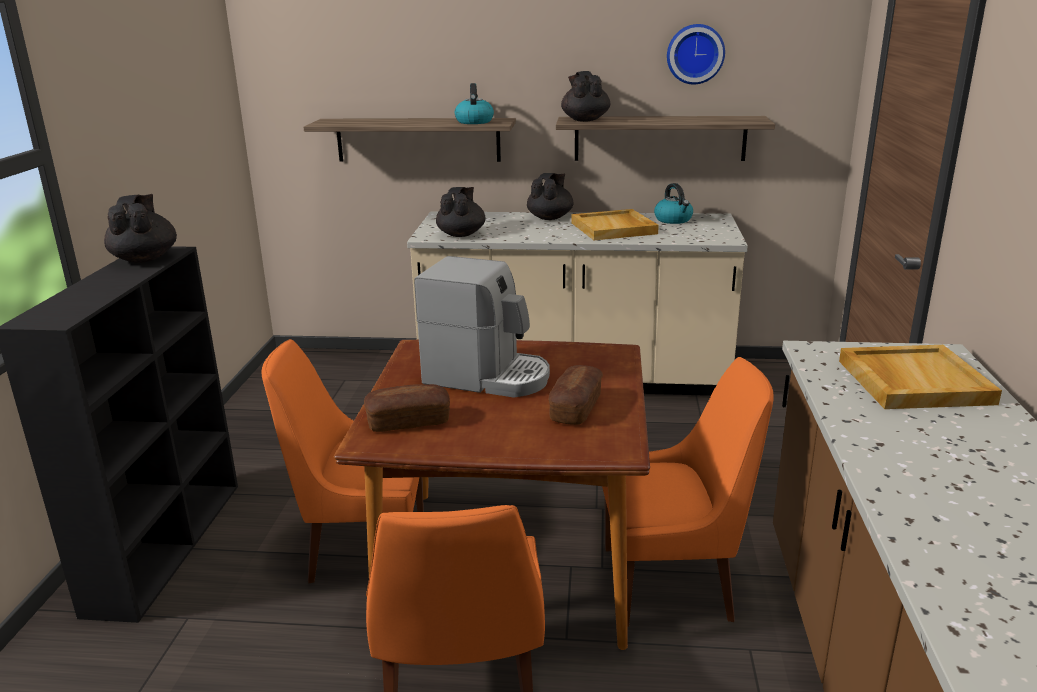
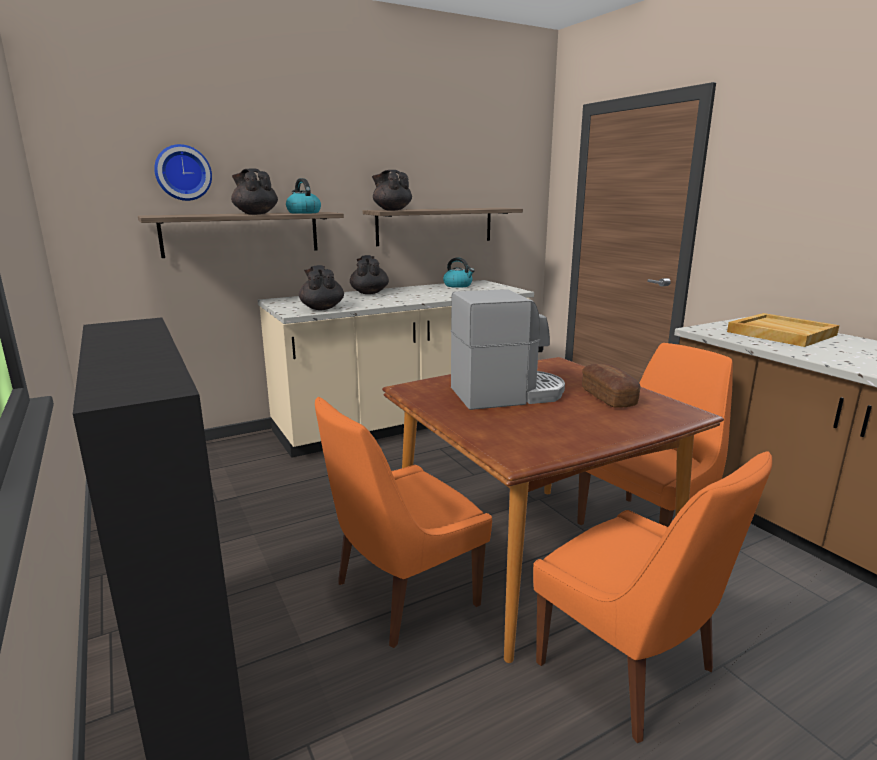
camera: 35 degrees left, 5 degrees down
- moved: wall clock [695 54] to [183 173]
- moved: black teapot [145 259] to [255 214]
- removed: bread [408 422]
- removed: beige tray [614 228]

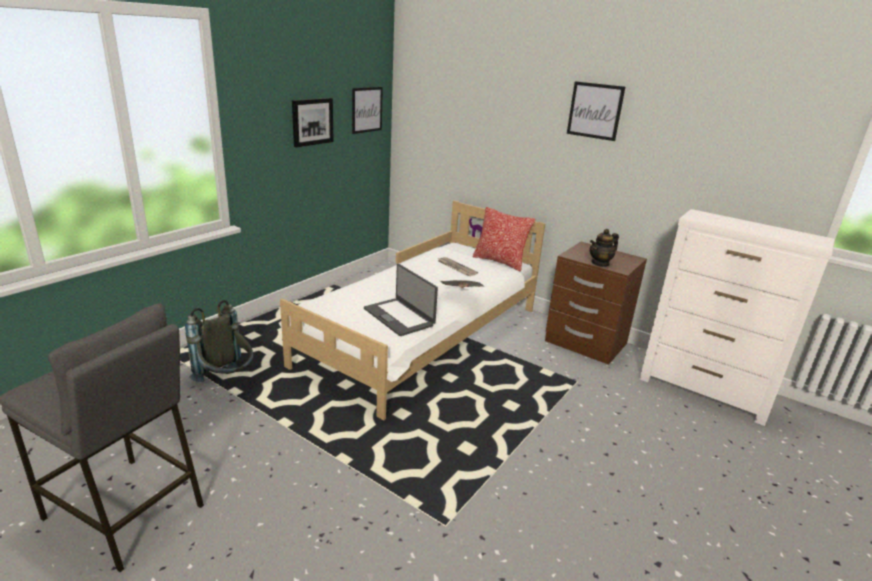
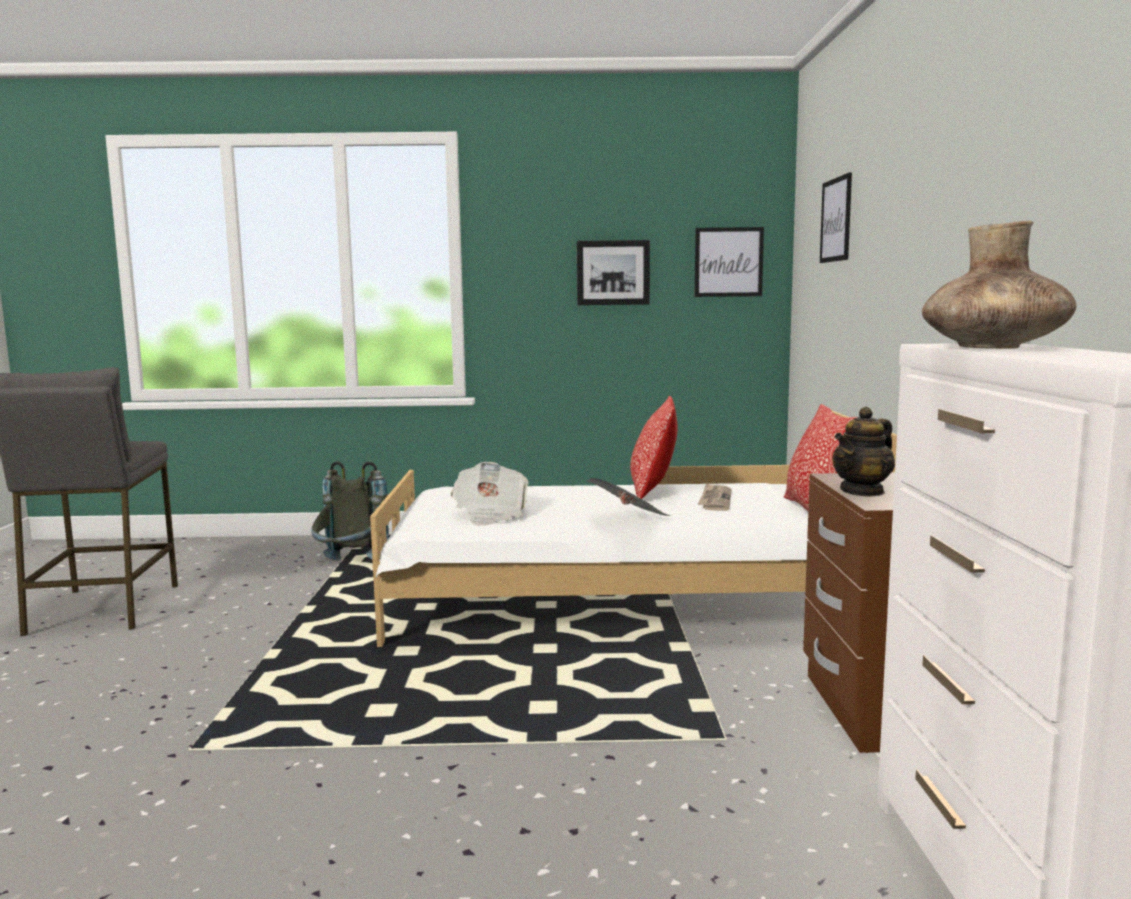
camera: 55 degrees right, 15 degrees down
- replaced: laptop [399 317] to newspaper [490 515]
- added: pillow [653 492]
- moved: picture [595 111] to [836 220]
- turned: teapot [600 263] = [862 491] 60 degrees counterclockwise
- added: brown vase [993 348]

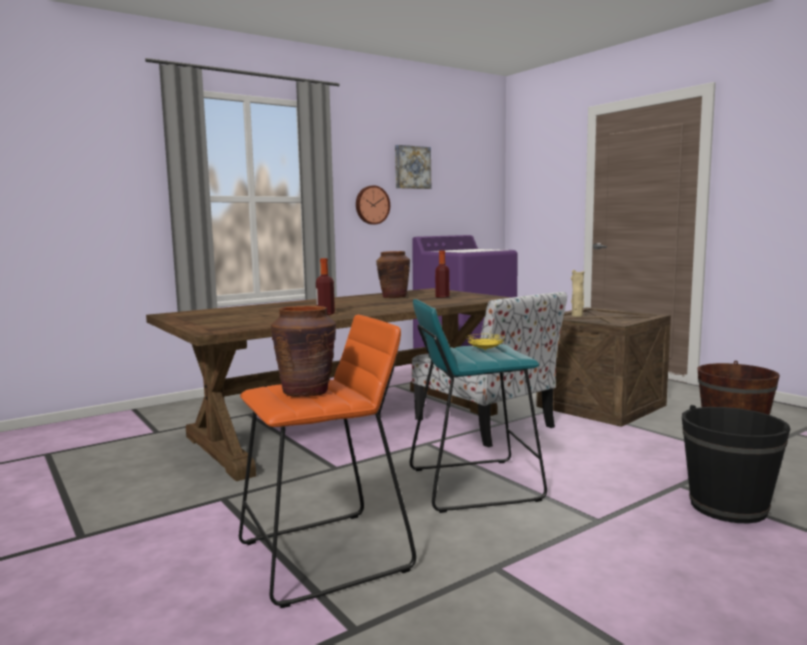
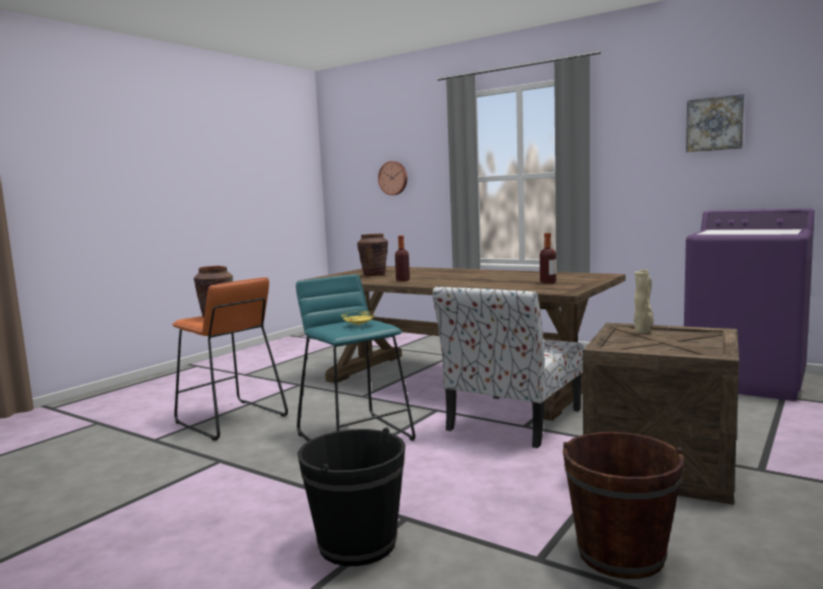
camera: 70 degrees right, 0 degrees up
- moved: brown vase [394 297] to [374 275]
- moved: wall clock [371 205] to [393 178]

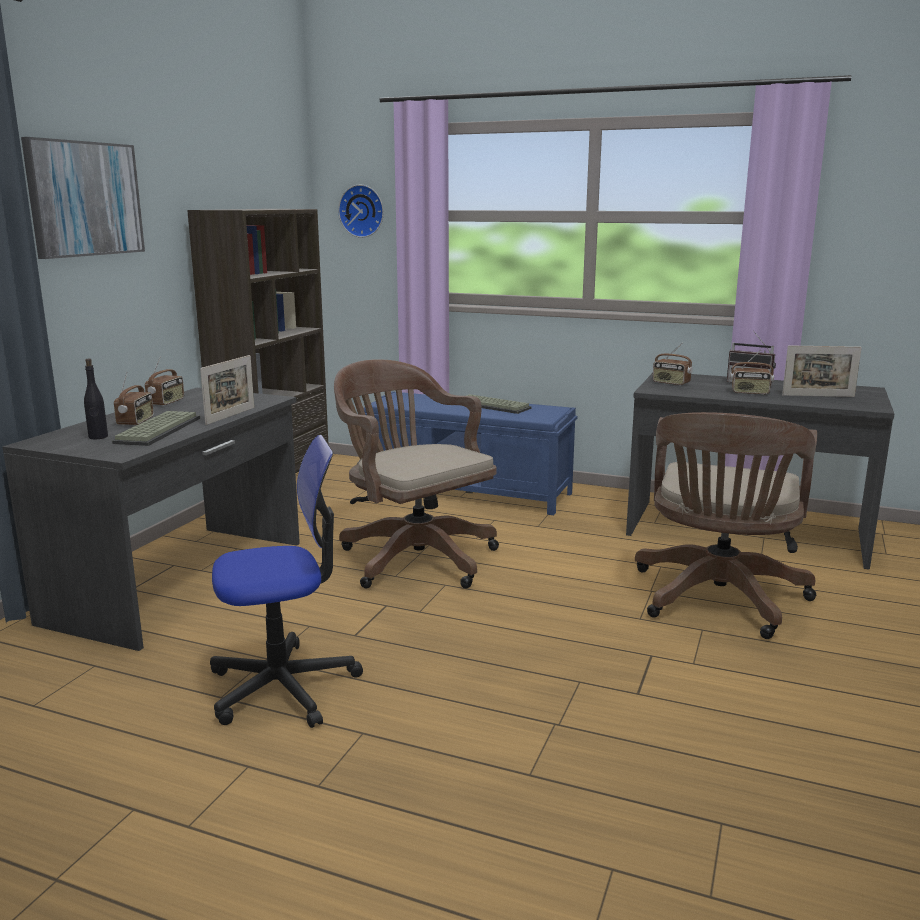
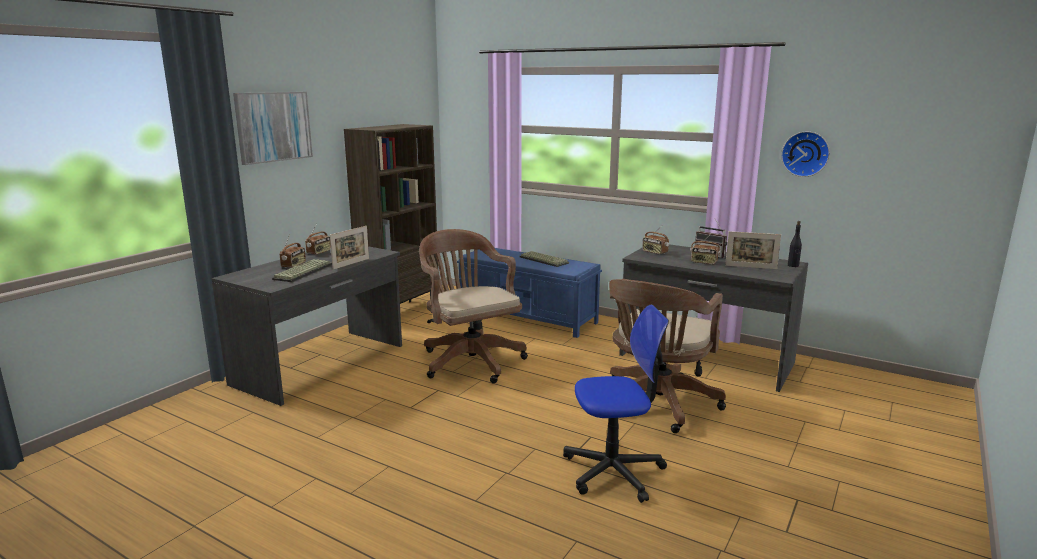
camera: 10 degrees right, 0 degrees up
- moved: office chair [283 687] to [613 471]
- moved: wall clock [362 211] to [805 153]
- moved: black bottle [98 437] to [793 265]

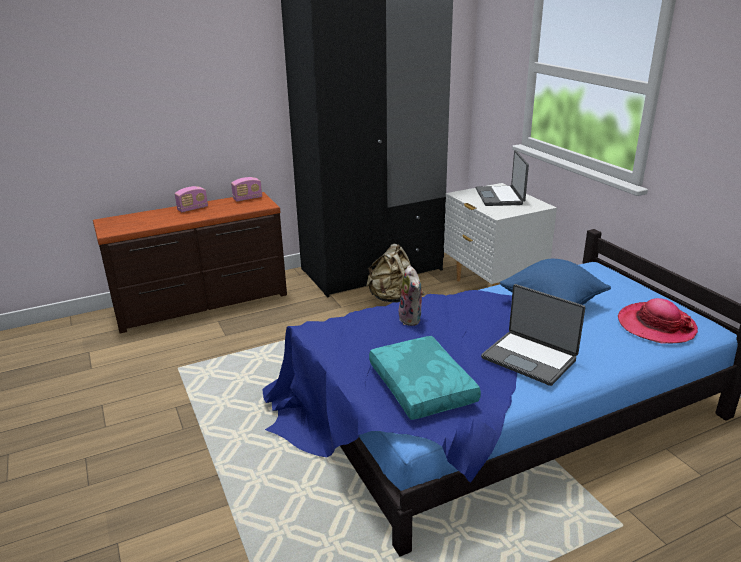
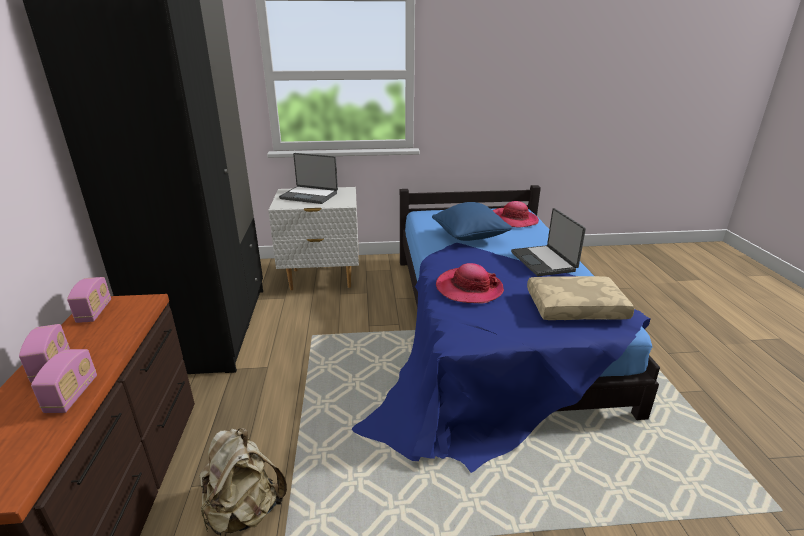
camera: 70 degrees left, 0 degrees up
- added: radio [72 395]
- moved: beige backpack [391 298] to [244 511]
- replaced: plush toy [412 319] to hat [469 288]
- turned: laptop [530 358] = [544 261] 105 degrees clockwise
- recoloured: turquoise pillow [423 387] to beige pillow [575 307]

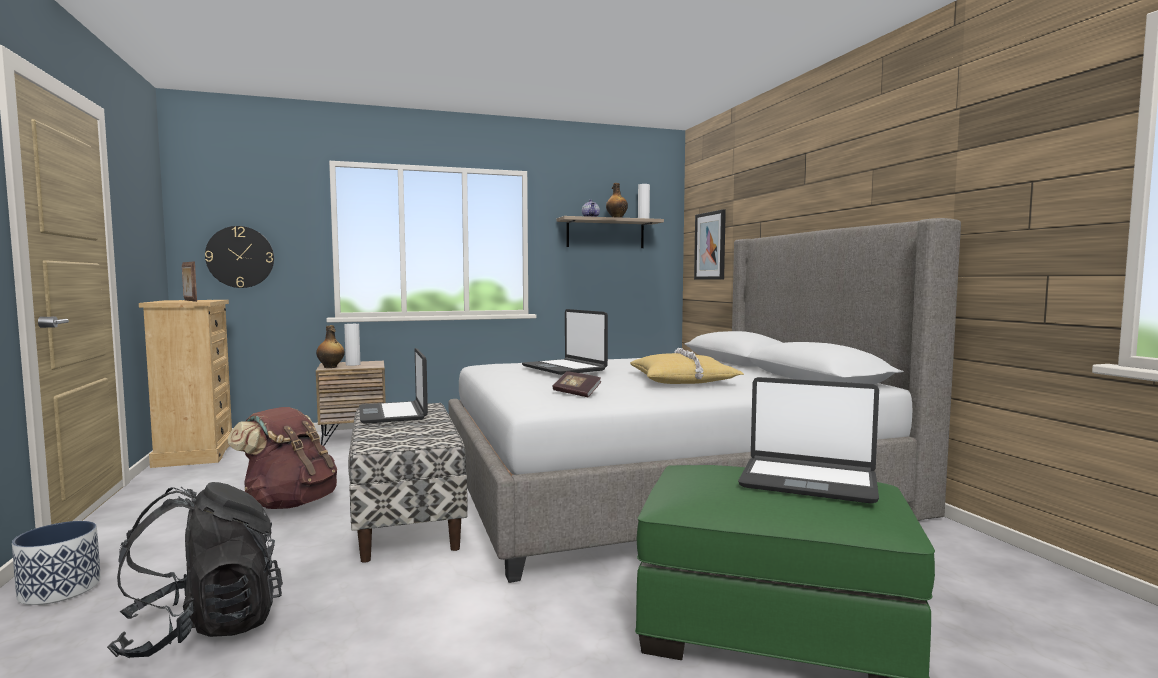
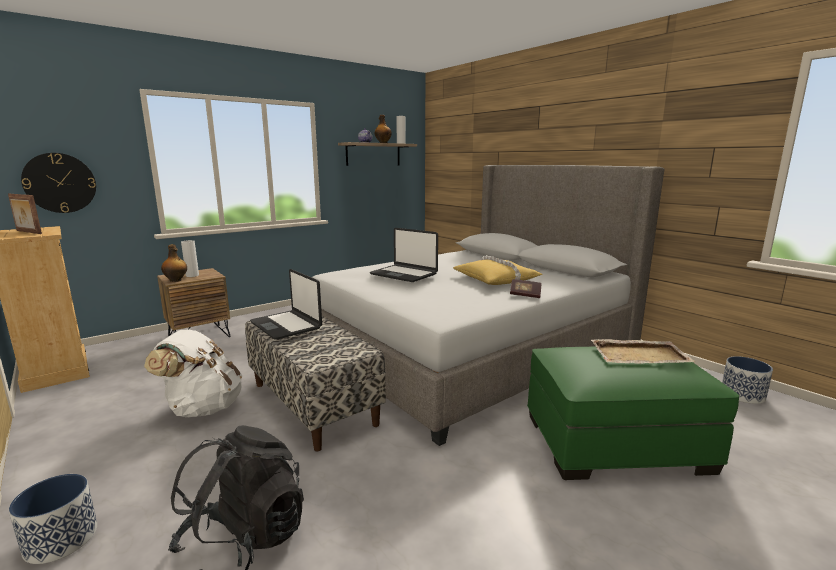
camera: 20 degrees left, 10 degrees up
- recoloured: brown backpack [290 503] to white backpack [203 408]
- moved: book [576 393] to [525 295]
- replaced: laptop [808 481] to beige tray [640 355]
- added: planter [743 395]
- removed: picture [710 246]

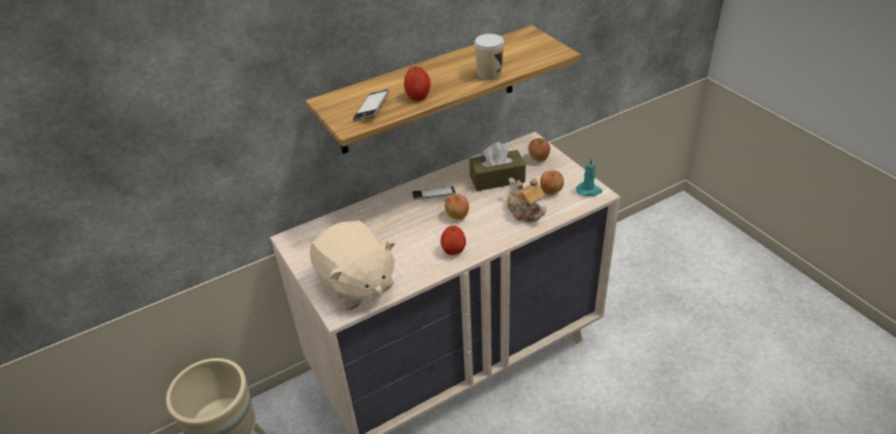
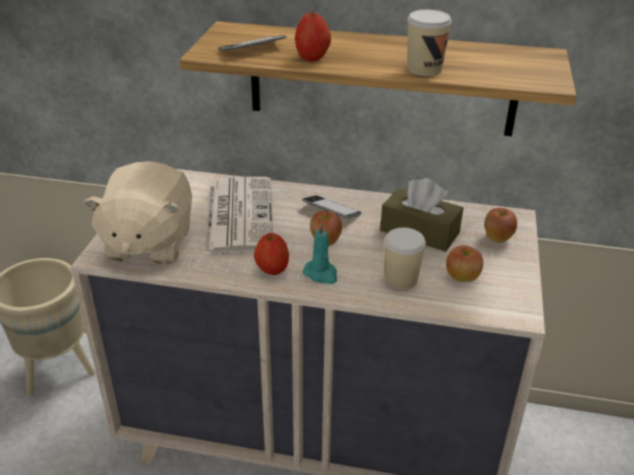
camera: 40 degrees right, 5 degrees down
- added: newspaper [238 215]
- moved: turquoise candle [589 191] to [321 274]
- replaced: teapot [524 212] to cup [401 279]

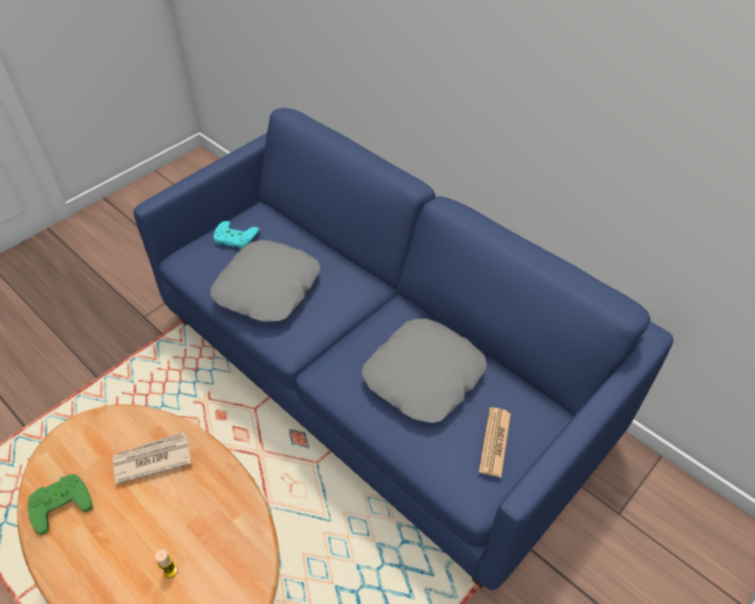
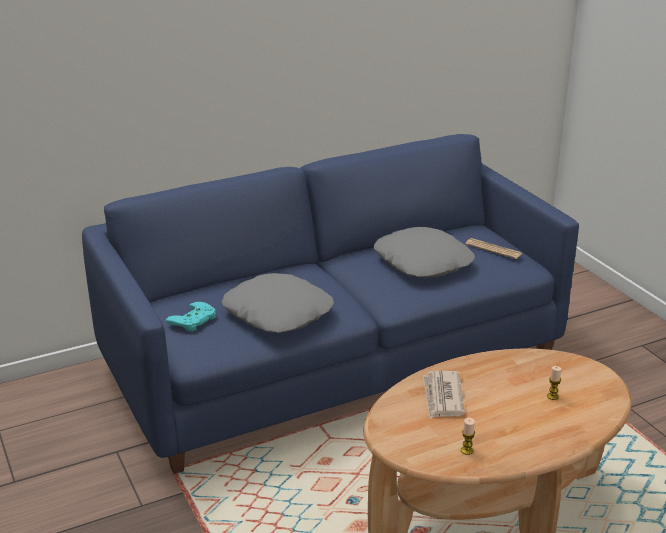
camera: 70 degrees left, 20 degrees down
- replaced: green game controller [60 501] to candle [467 450]

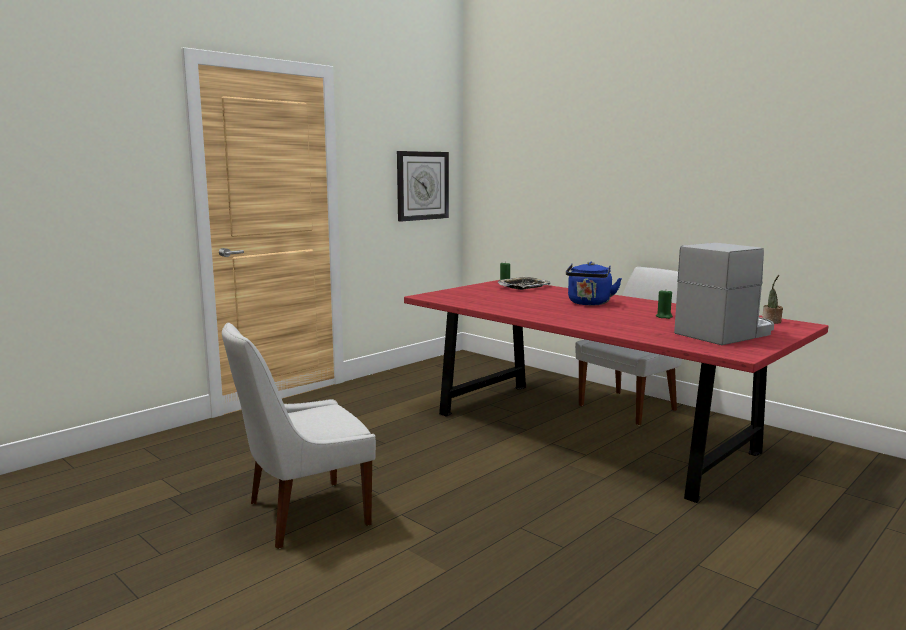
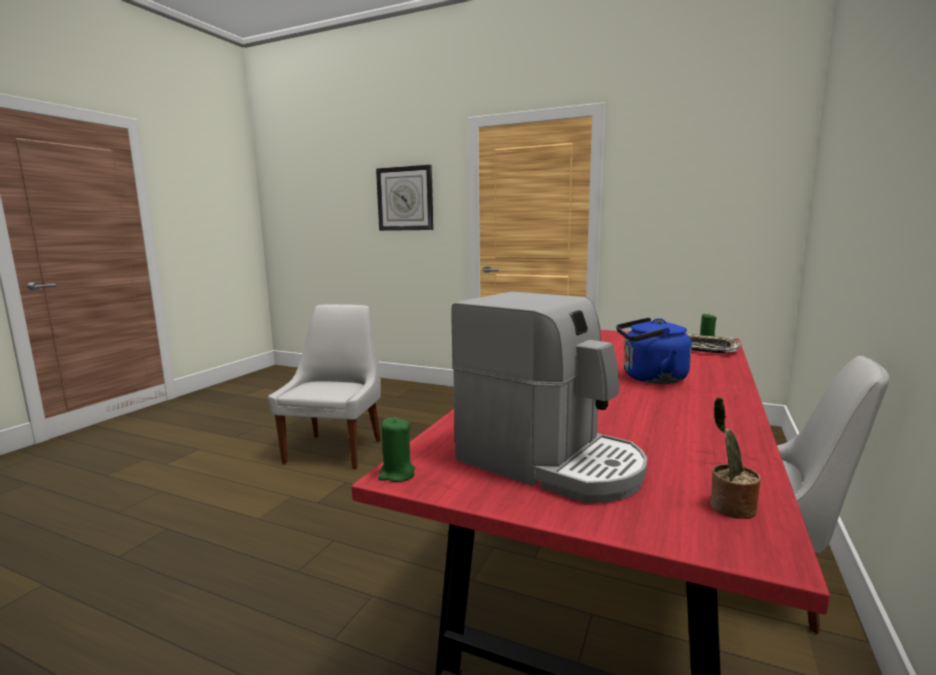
camera: 70 degrees right, 0 degrees up
- turned: white chair [303 514] = [336 450] 60 degrees clockwise
- moved: wall clock [422 185] to [405 199]
- moved: green candle [664 316] to [396 474]

